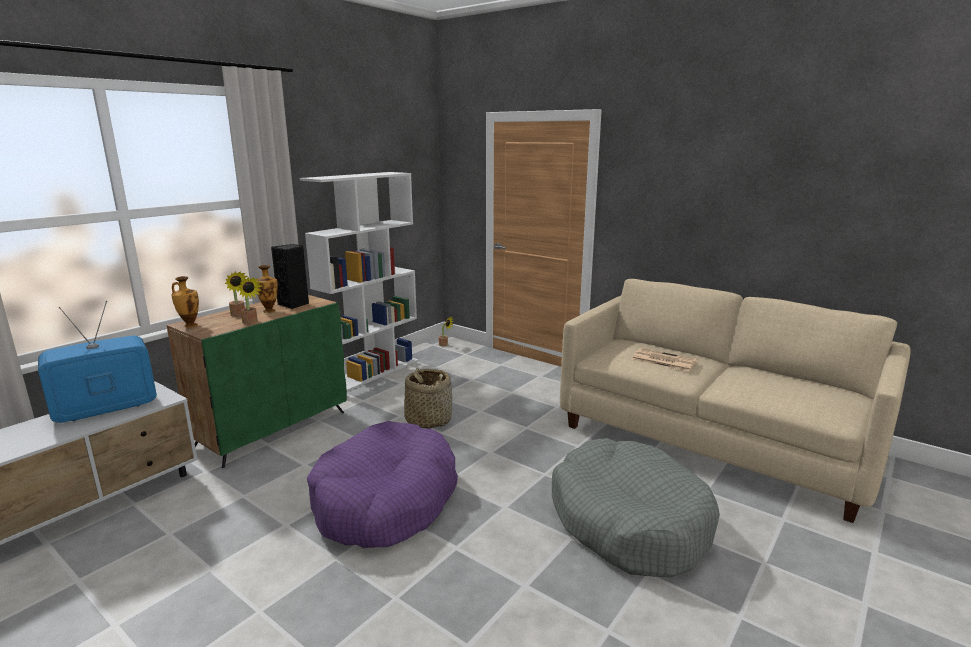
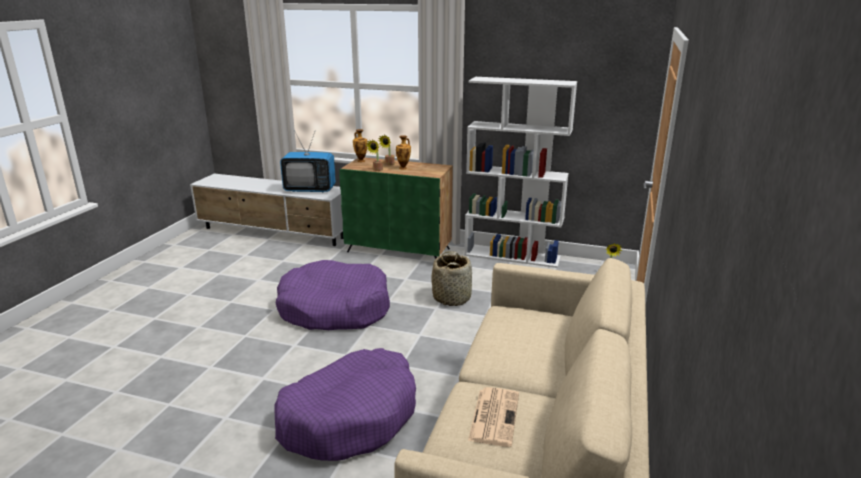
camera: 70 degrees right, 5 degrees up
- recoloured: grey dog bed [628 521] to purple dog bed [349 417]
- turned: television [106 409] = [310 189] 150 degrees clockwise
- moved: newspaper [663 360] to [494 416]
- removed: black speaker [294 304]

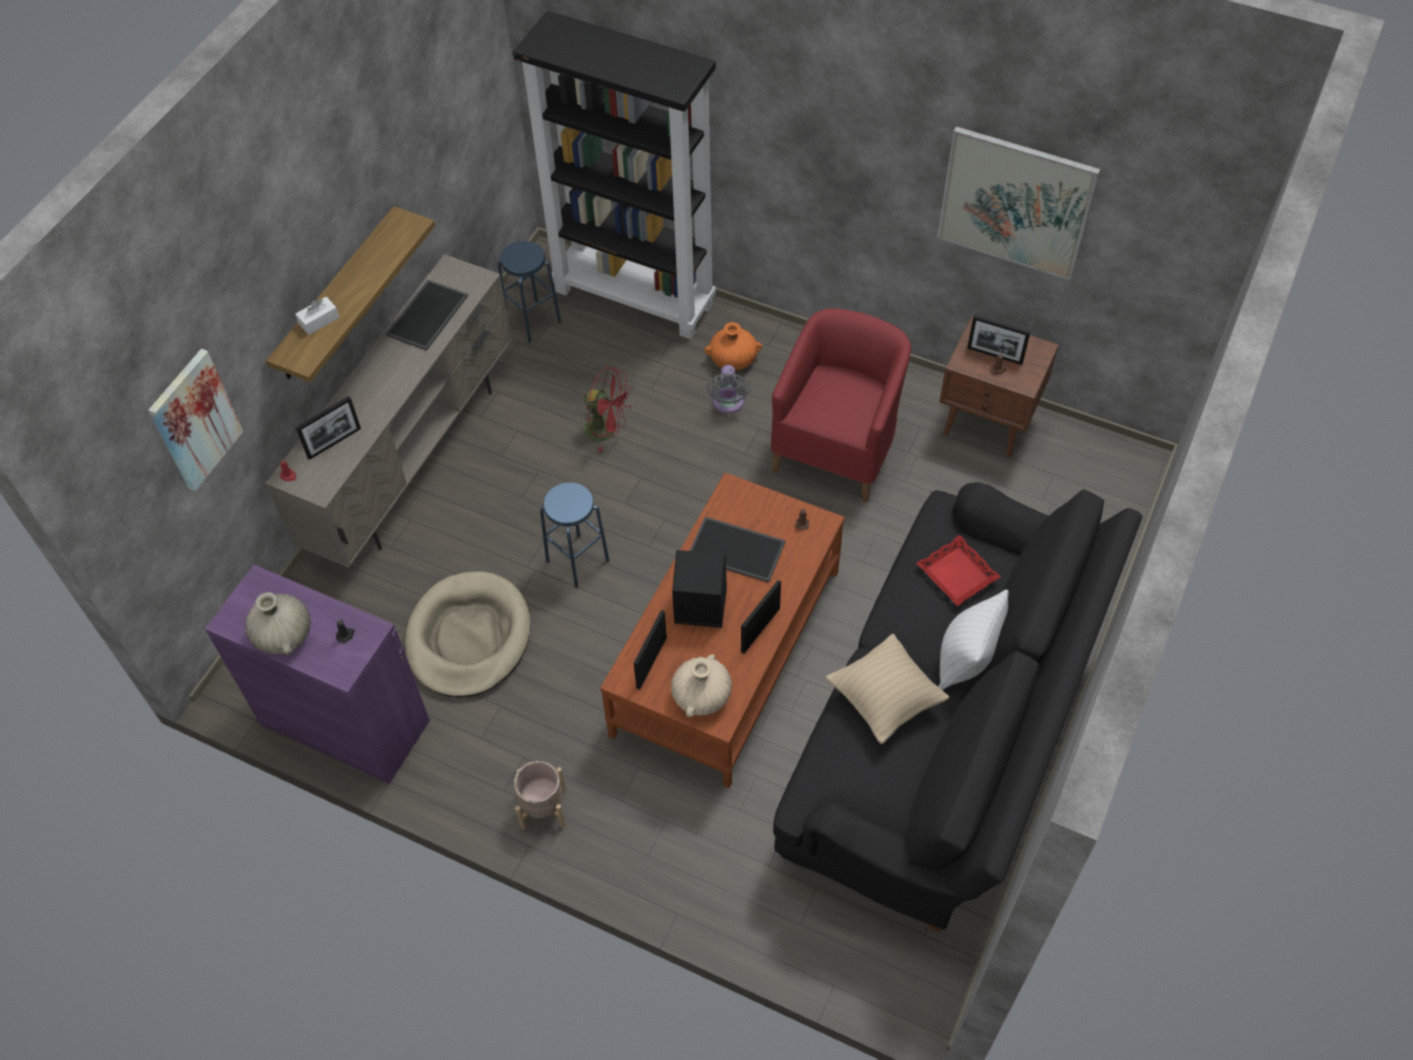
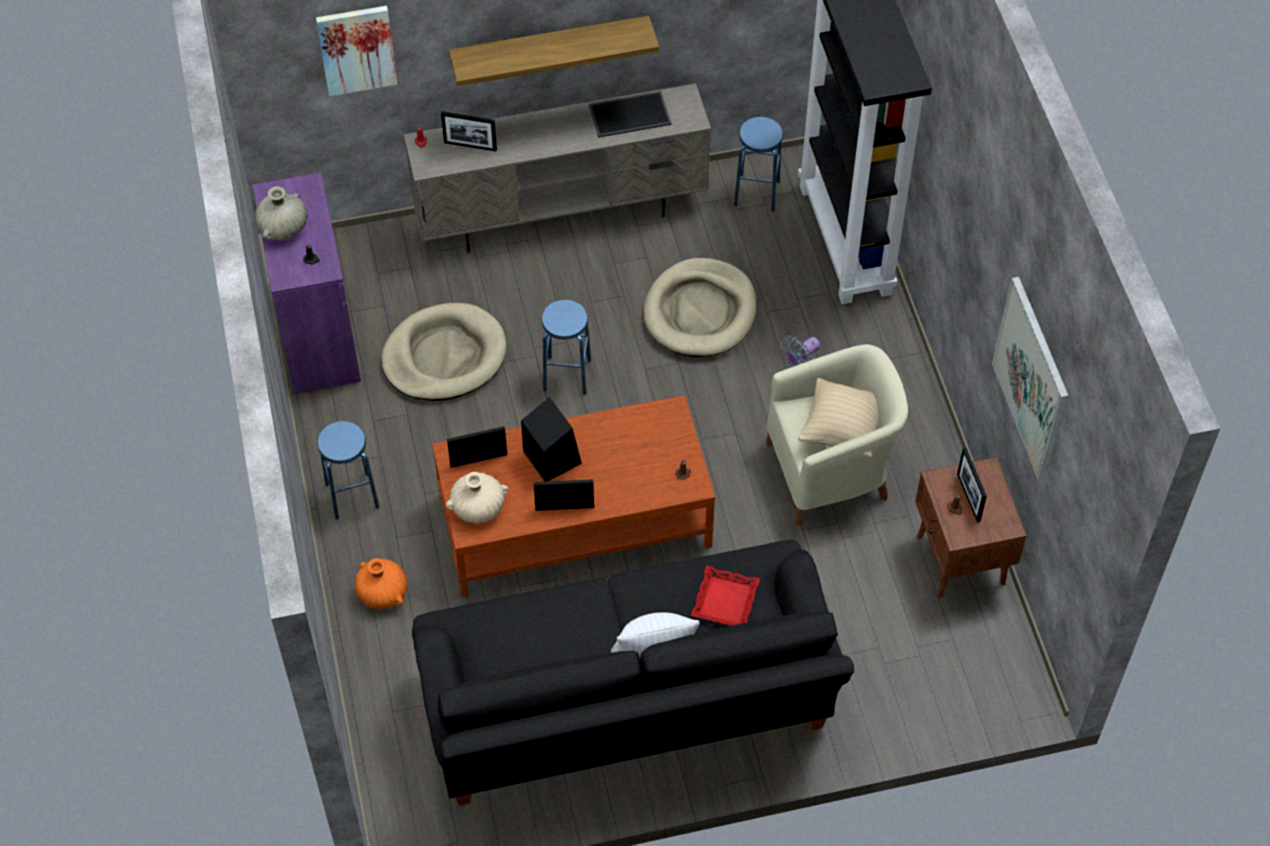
camera: 50 degrees right, 0 degrees up
- replaced: beige planter [544 808] to blue stool [352 496]
- moved: orange vase [733 360] to [382 593]
- replaced: red fan [607 430] to beige dog bed [700 312]
- recoloured: red armchair [838 448] to beige armchair [831 472]
- moved: beige pillow [885 699] to [842 429]
- removed: white tissue box [319 321]
- removed: tray [737 549]

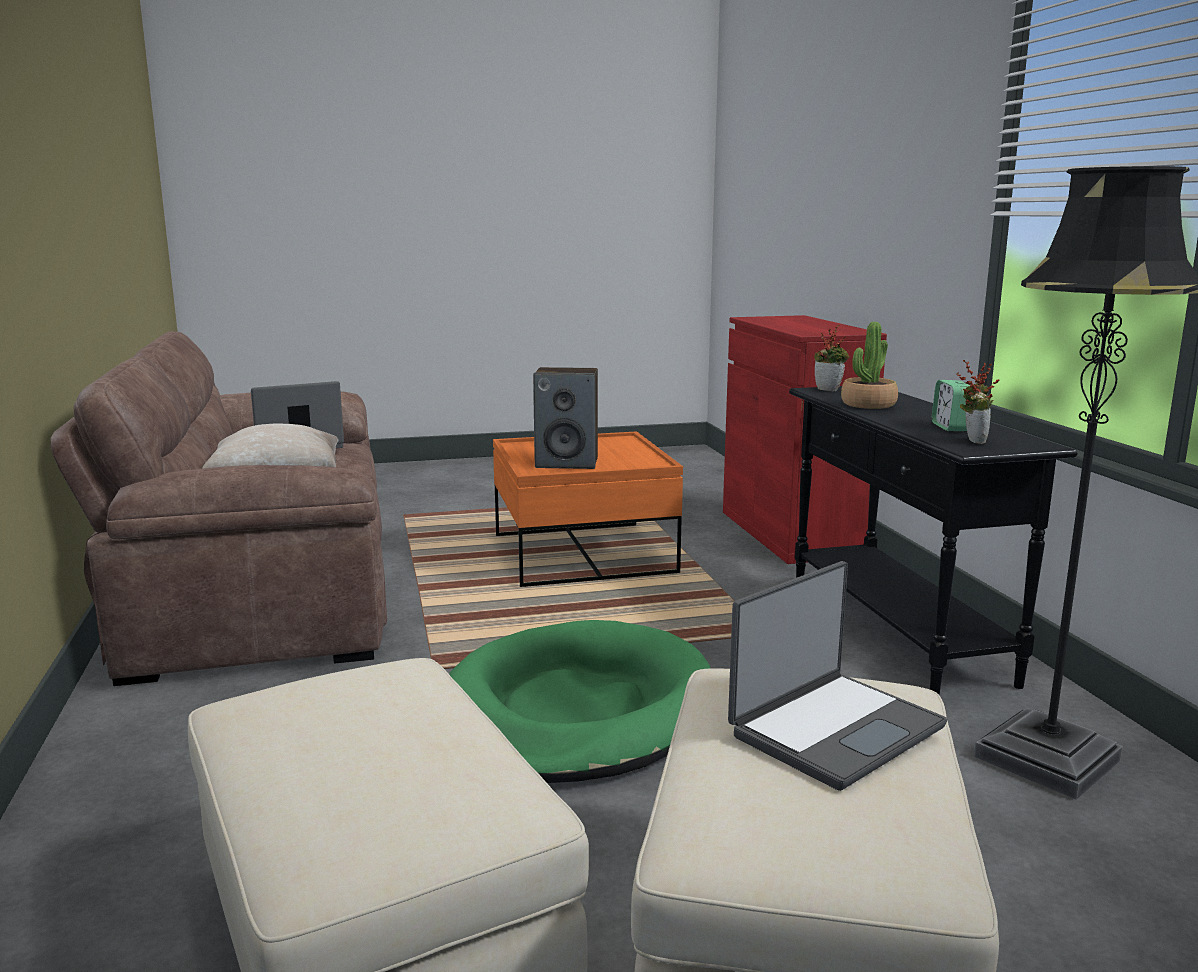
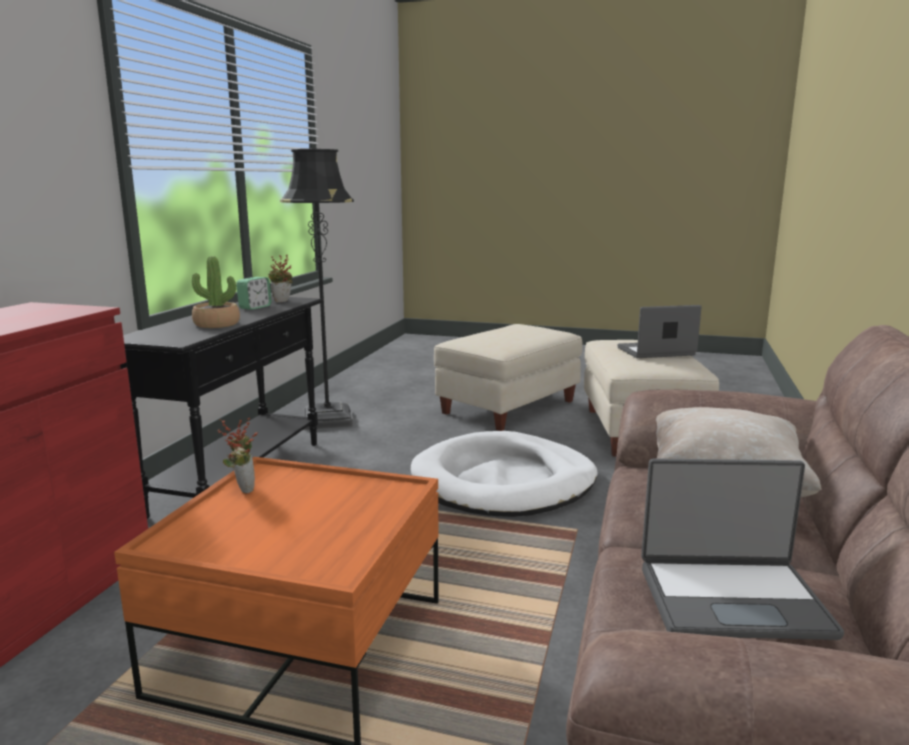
camera: 150 degrees left, 0 degrees up
- moved: potted plant [830 390] to [242 488]
- recoloured: green dog bed [575 711] to white dog bed [504 481]
- moved: laptop [834 729] to [656 352]
- removed: speaker [567 463]

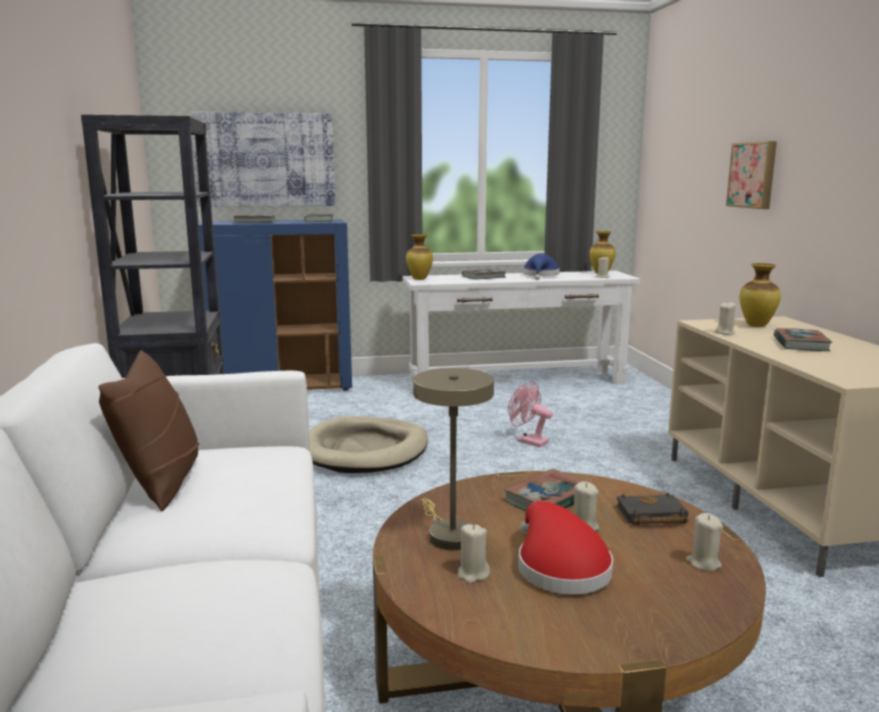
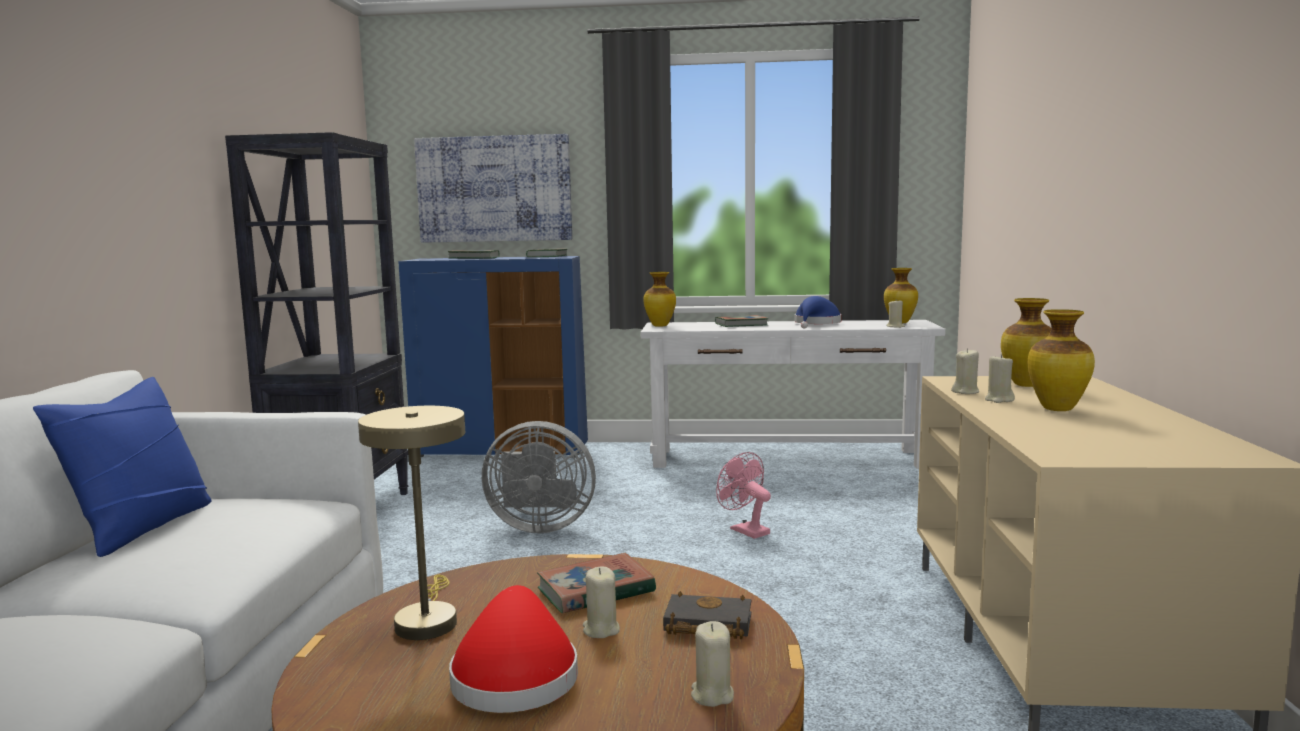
camera: 15 degrees right, 5 degrees down
- recoloured: brown pillow [161 482] to blue pillow [141 527]
- replaced: beige dog bed [365 450] to grey fan [539 526]
- moved: beige candle [473 574] to [999 400]
- replaced: book [800 344] to vase [1058 409]
- removed: picture [753 175]

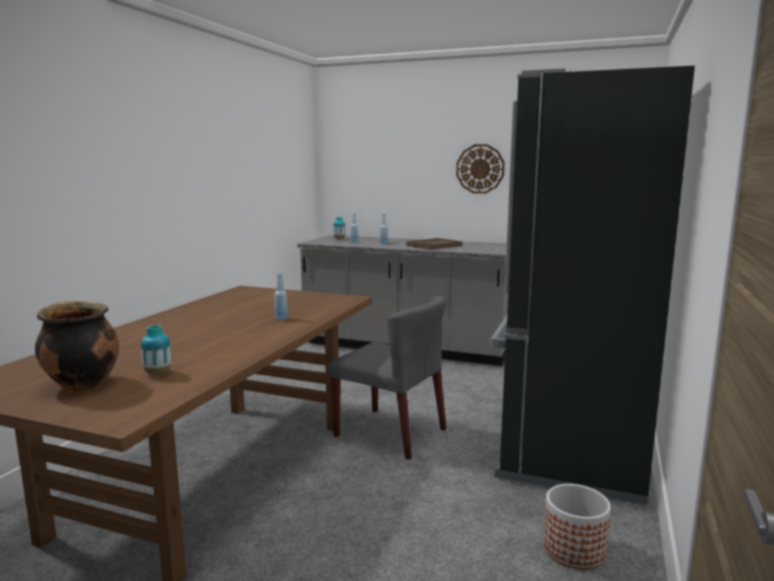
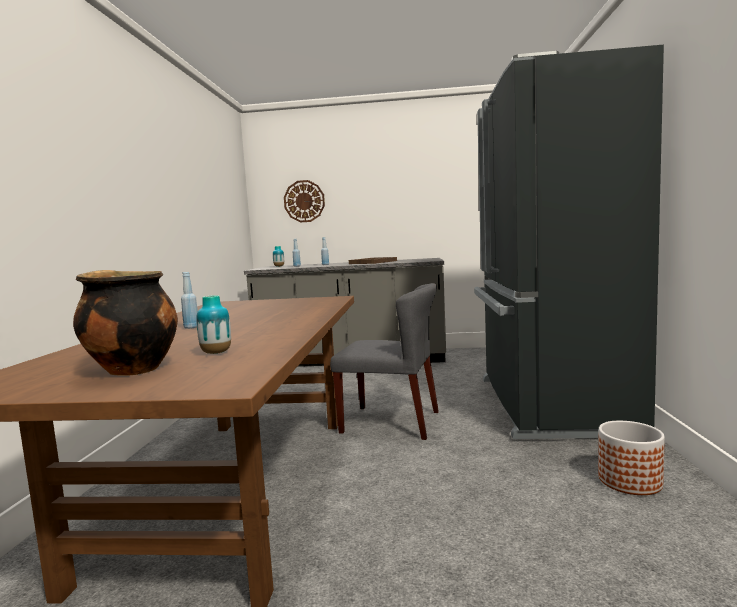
camera: 15 degrees left, 5 degrees down
- moved: blue bottle [281 319] to [191 327]
- moved: wall clock [480 169] to [304 201]

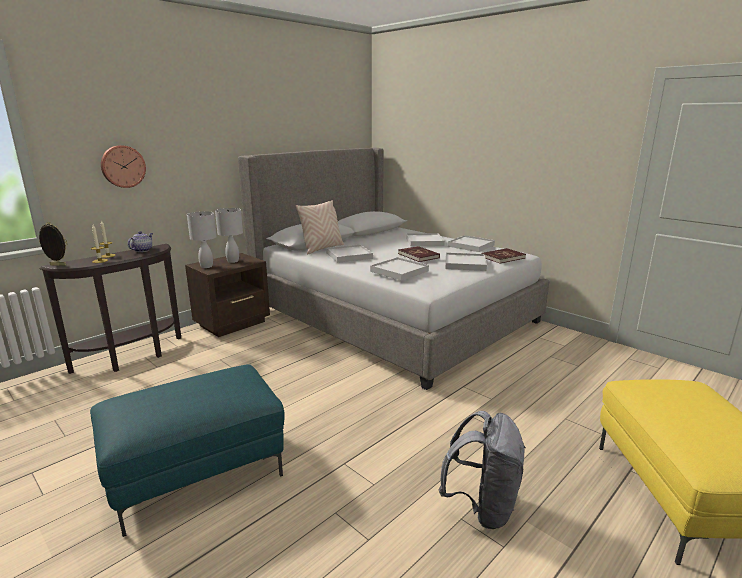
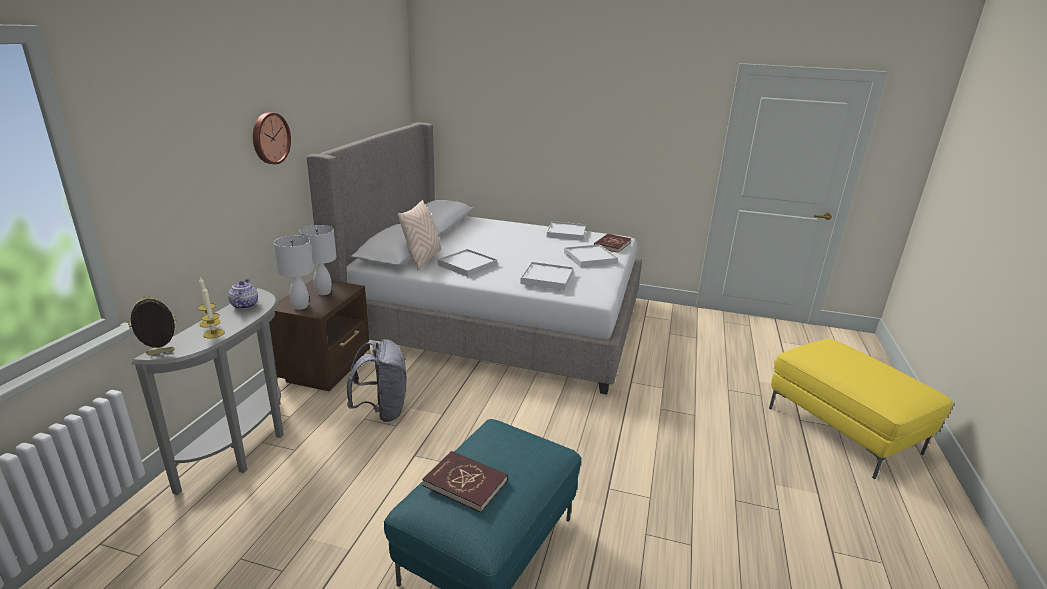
camera: 30 degrees left, 5 degrees up
- recoloured: brown console table [133 358] to grey console table [246 447]
- moved: wall clock [122 166] to [269 138]
- moved: grey backpack [482 507] to [382 411]
- moved: red book [418 256] to [465 483]
- removed: white tray [424 242]

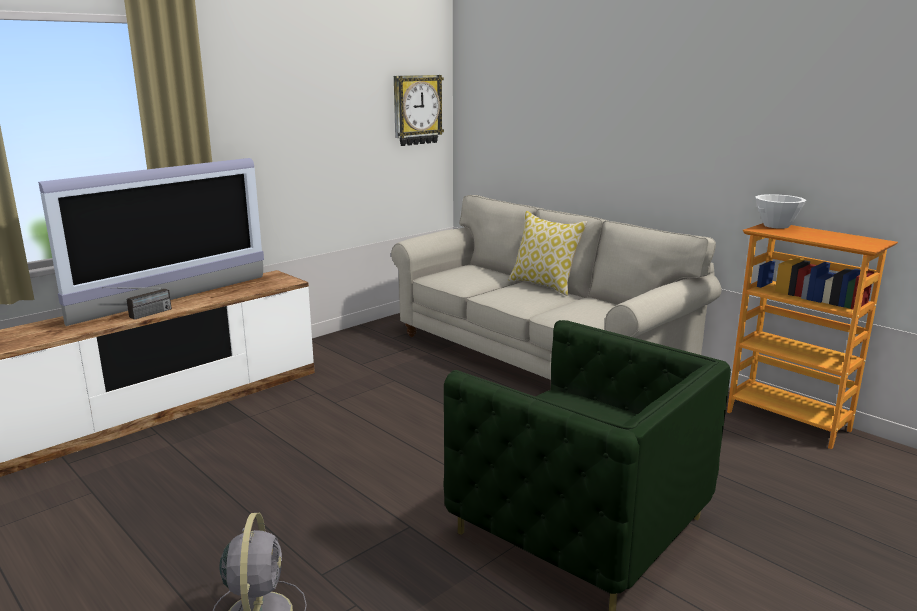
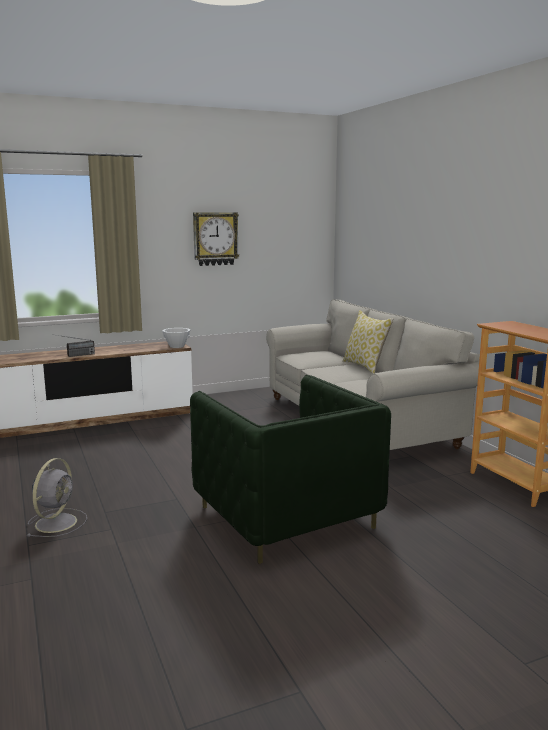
camera: 20 degrees right, 5 degrees down
- moved: white bowl [776 225] to [176 346]
- moved: wall clock [417 110] to [215 239]
- removed: television [174 299]

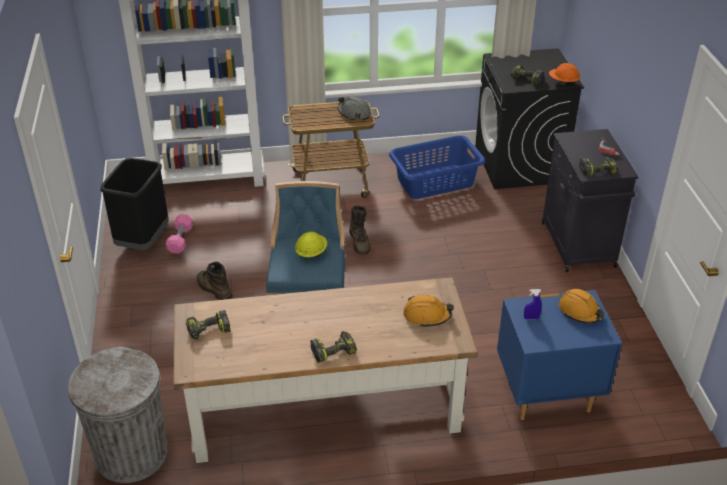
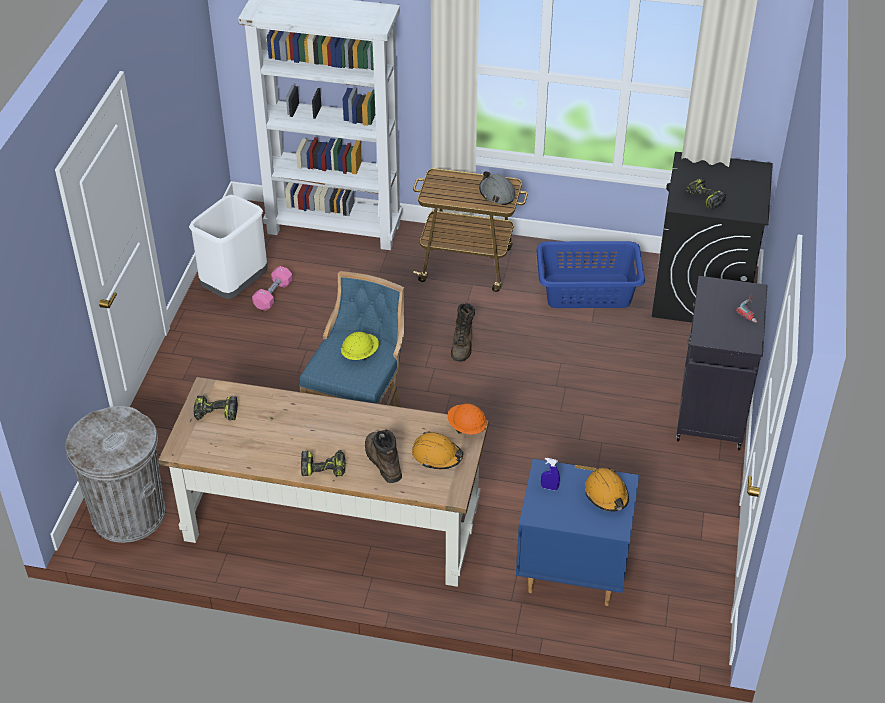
camera: 20 degrees right, 5 degrees up
- recoloured: black trash can [143 240] to white trash can [235 286]
- moved: brown boot [214 289] to [382 461]
- moved: orange hard hat [563 82] to [466 427]
- removed: power drill [597 170]

